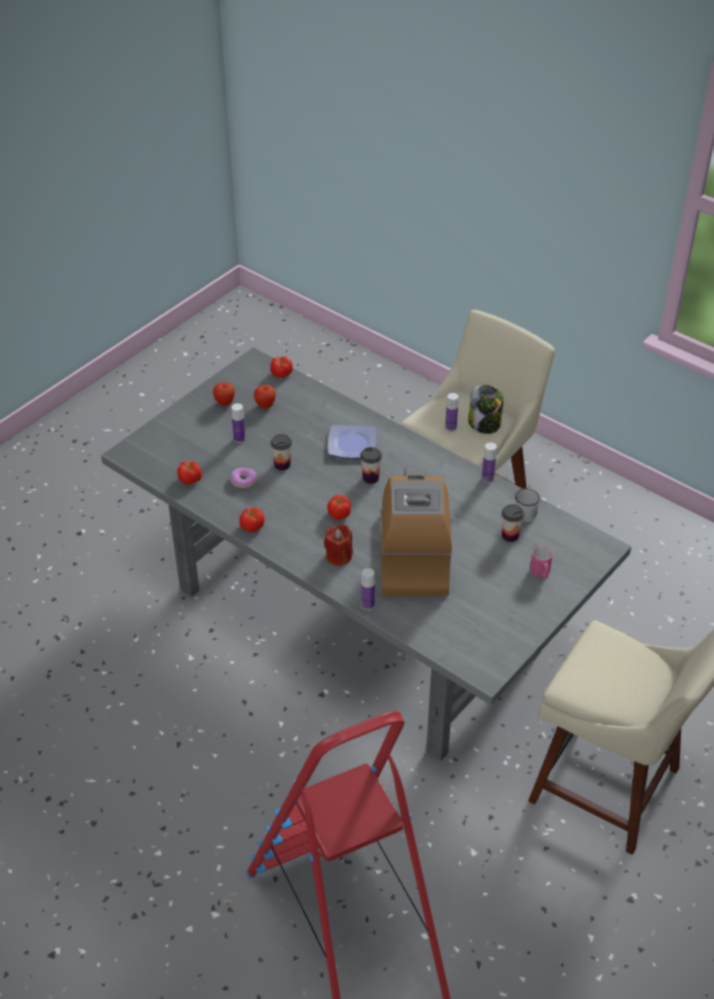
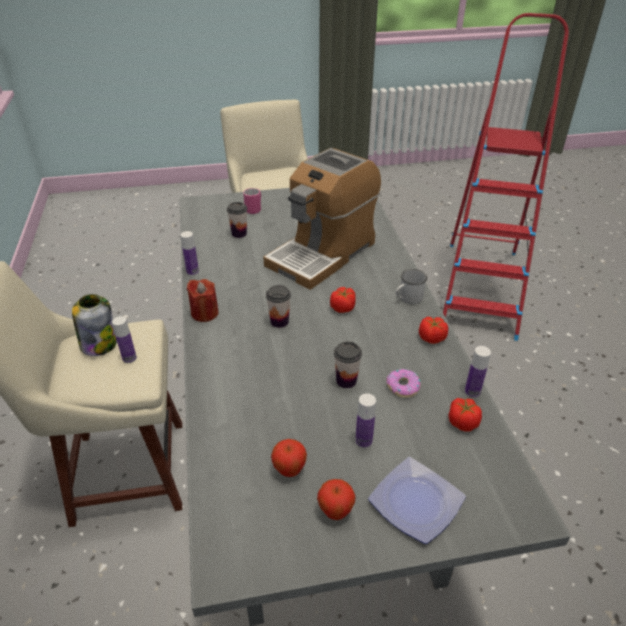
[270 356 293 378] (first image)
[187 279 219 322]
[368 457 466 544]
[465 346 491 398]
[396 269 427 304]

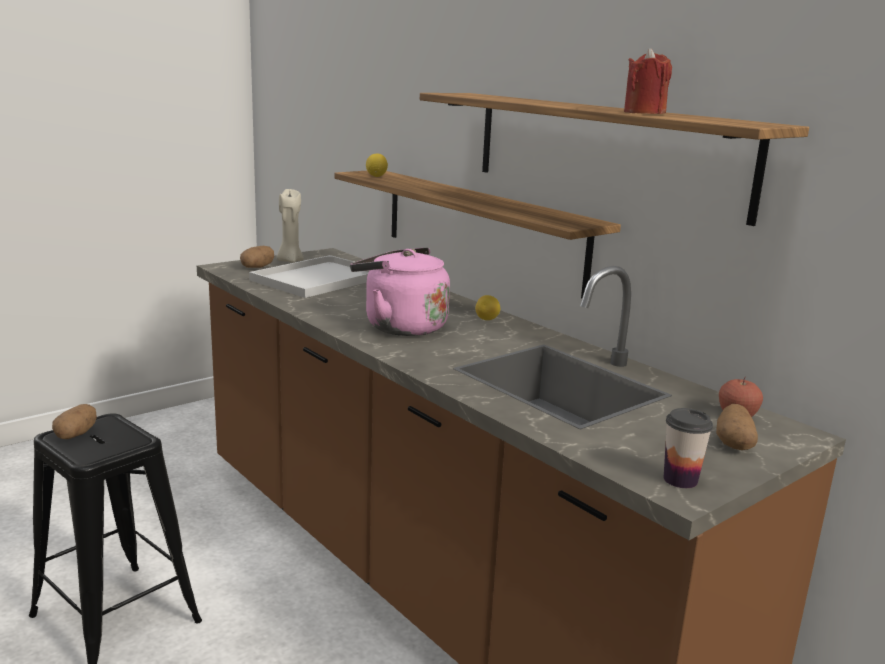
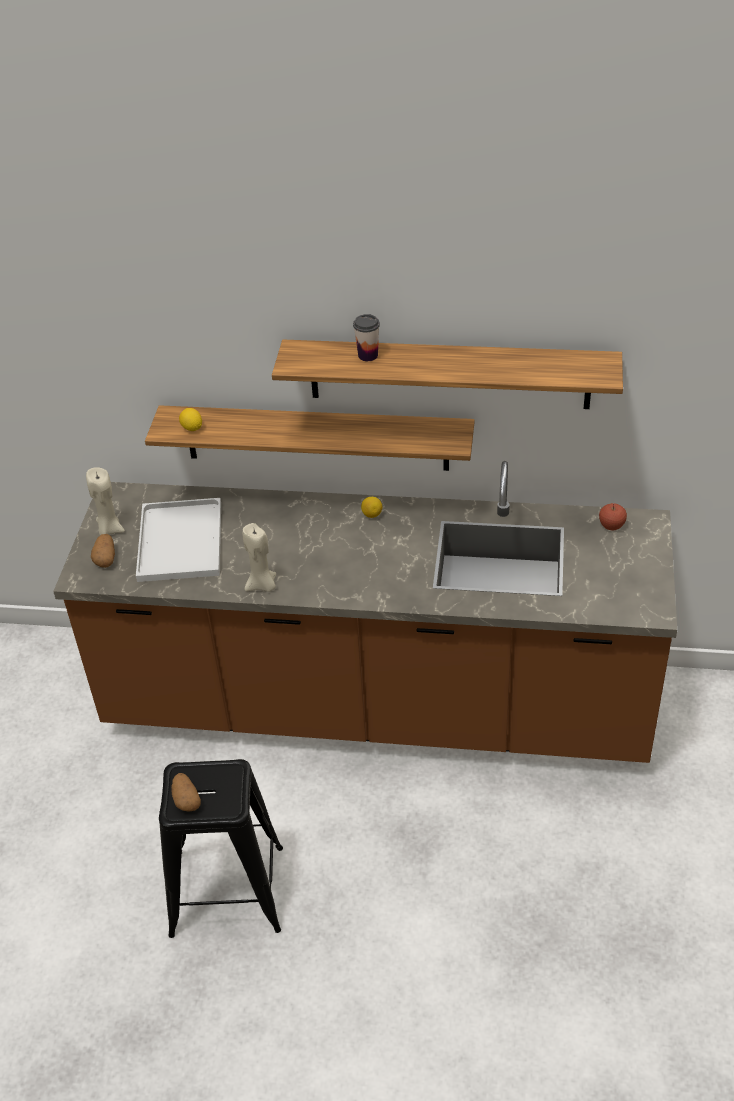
[350 248 450 336] (first image)
[624 48 672 114] (first image)
[716 404 758 450] (first image)
[242 523 276 592]
[353 314 380 361]

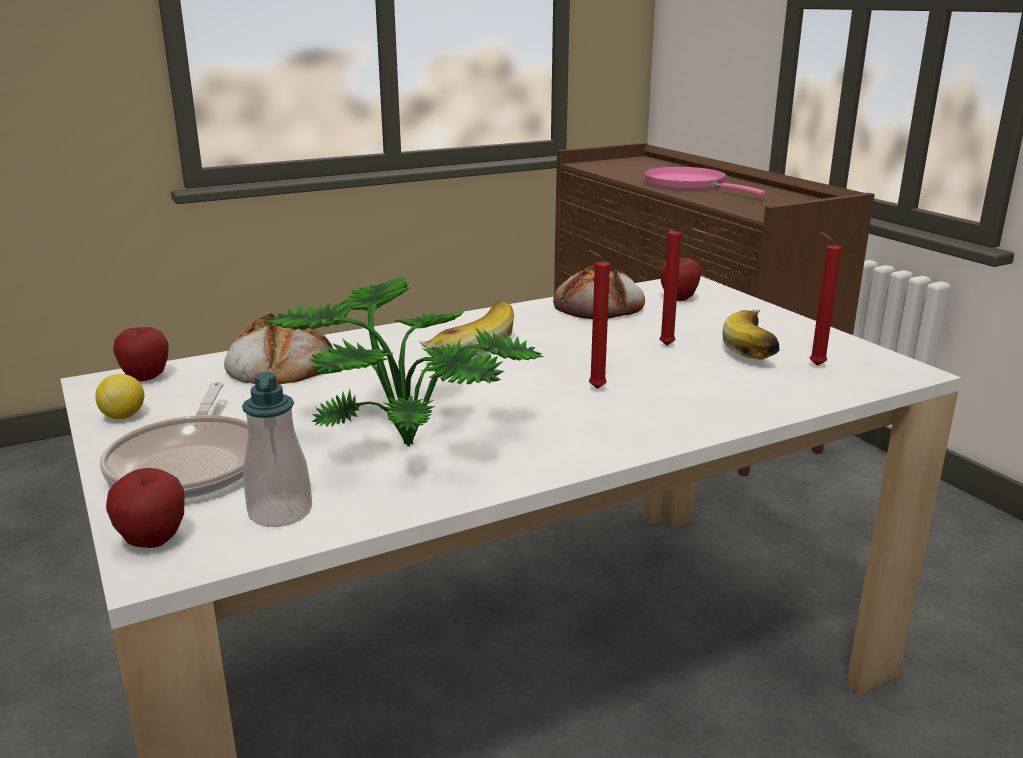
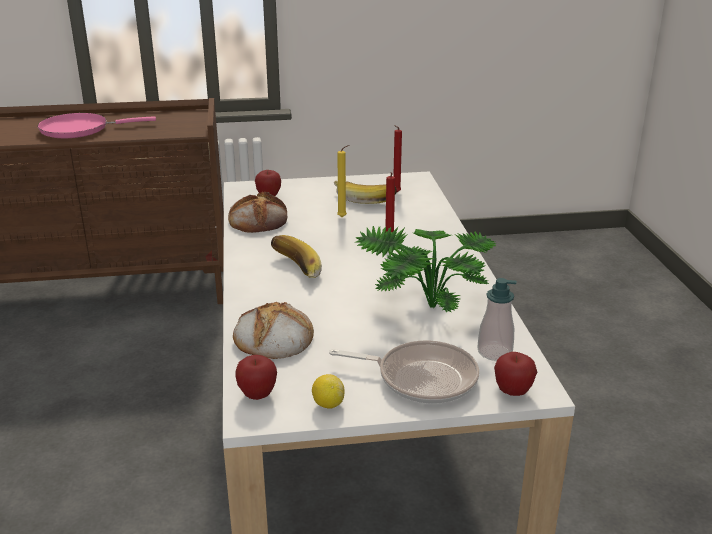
[337 145 349 217]

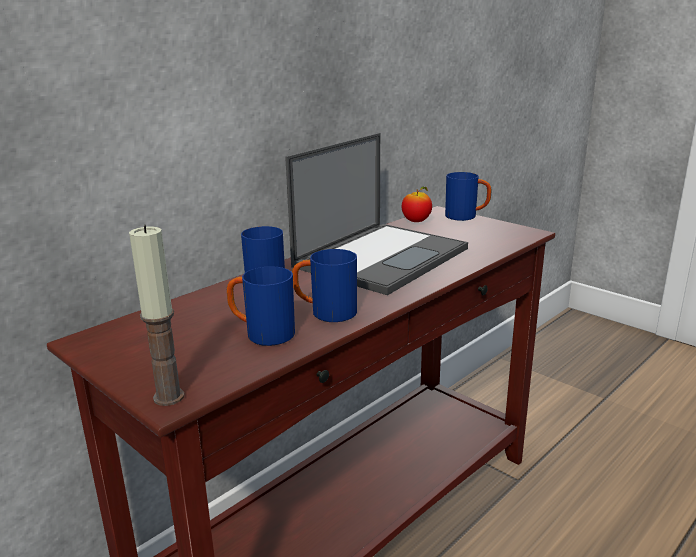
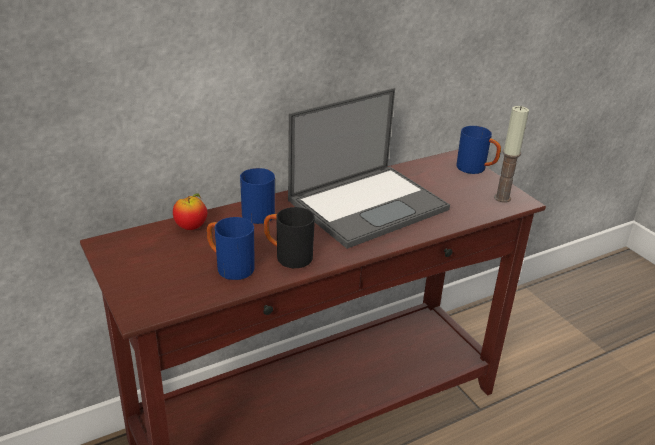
[494 106 529 203]
[173 193 207 230]
[264 207 315 268]

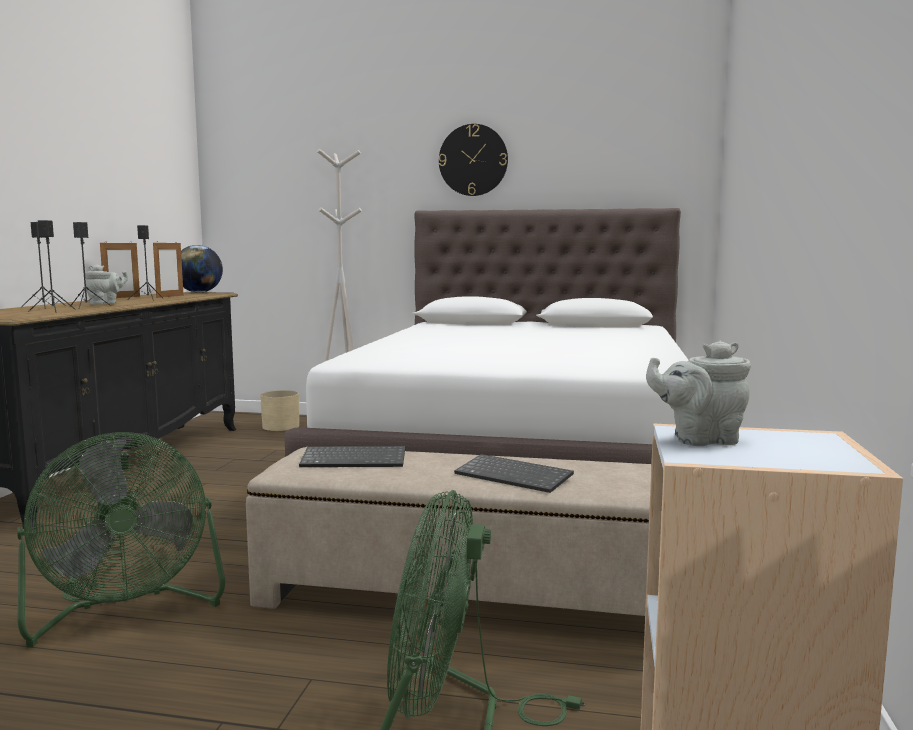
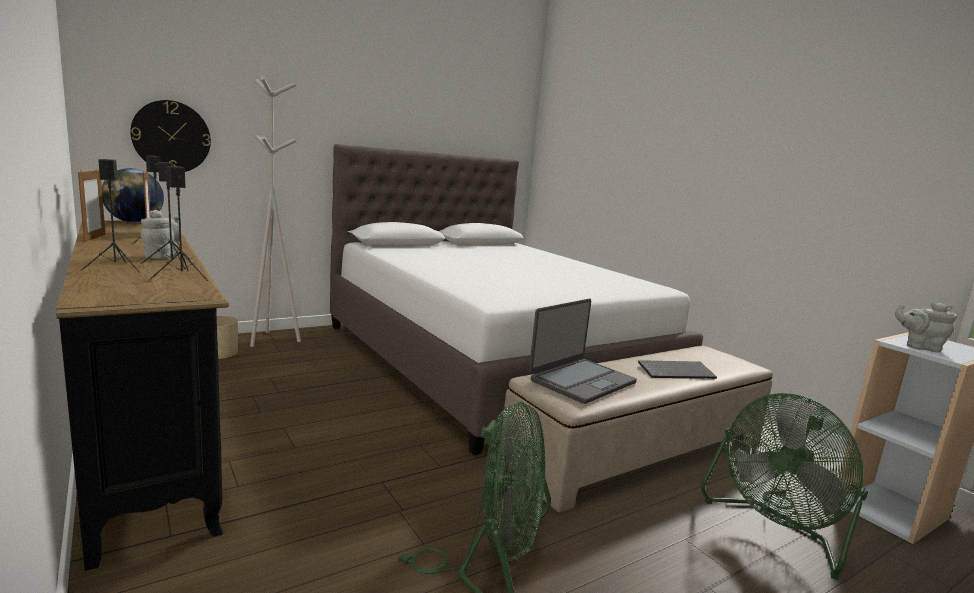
[130 100 211 172]
[529 299 637 404]
[895 303 957 353]

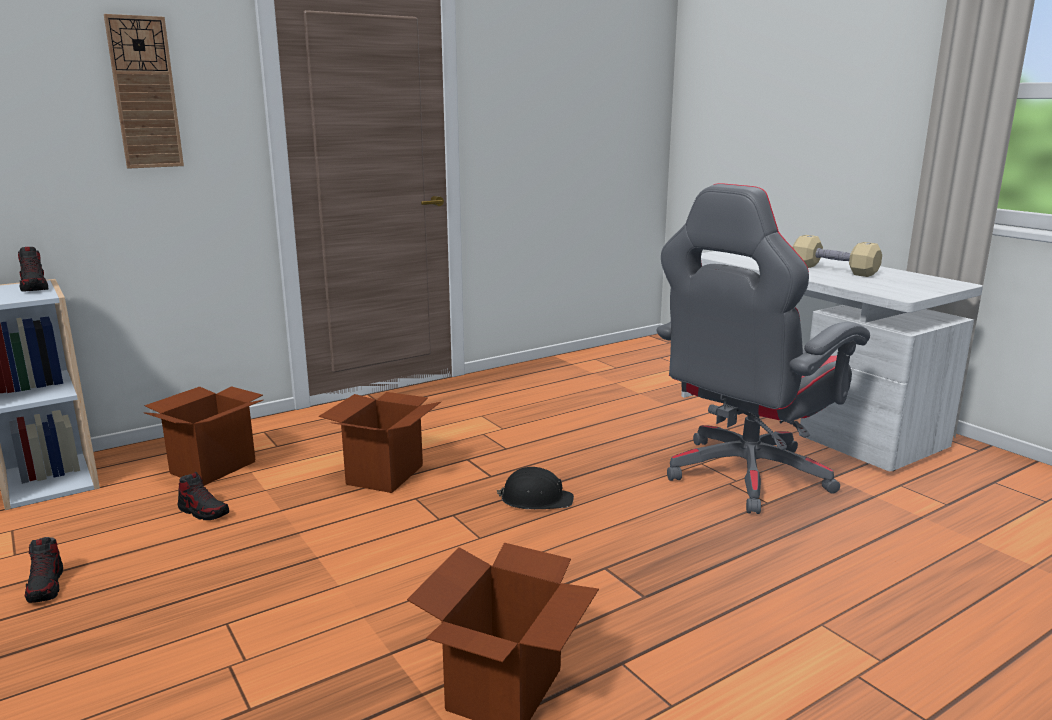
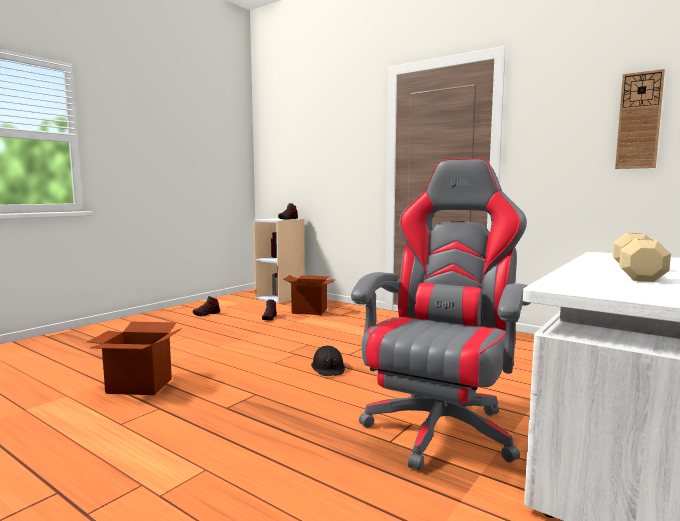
[319 392 441 493] (first image)
[615 69 665 169]
[351 158 531 471]

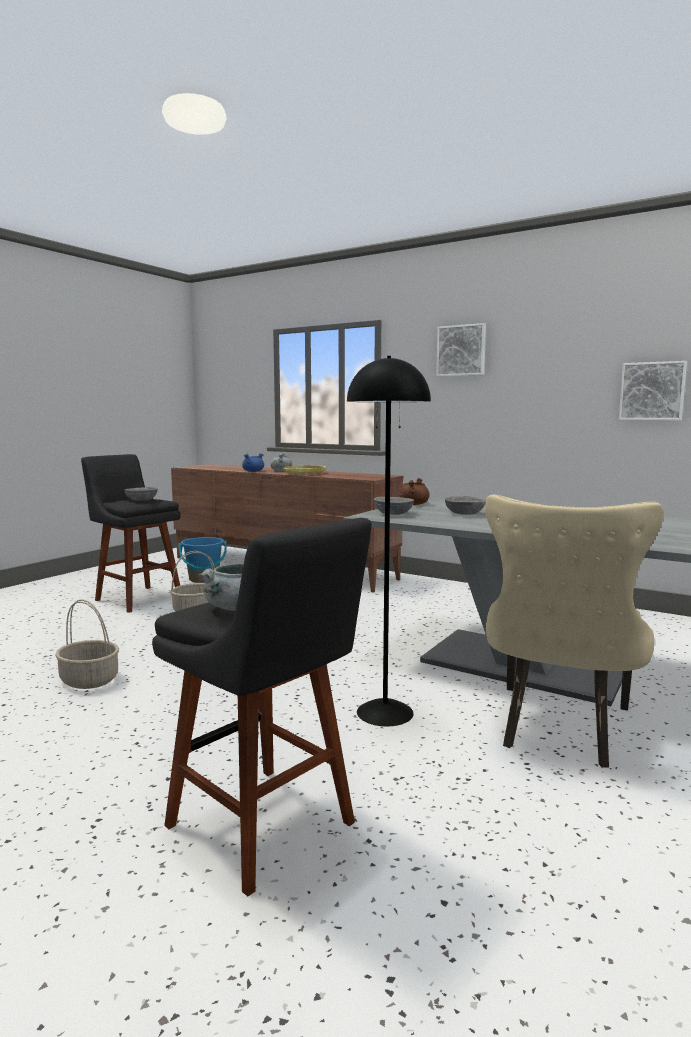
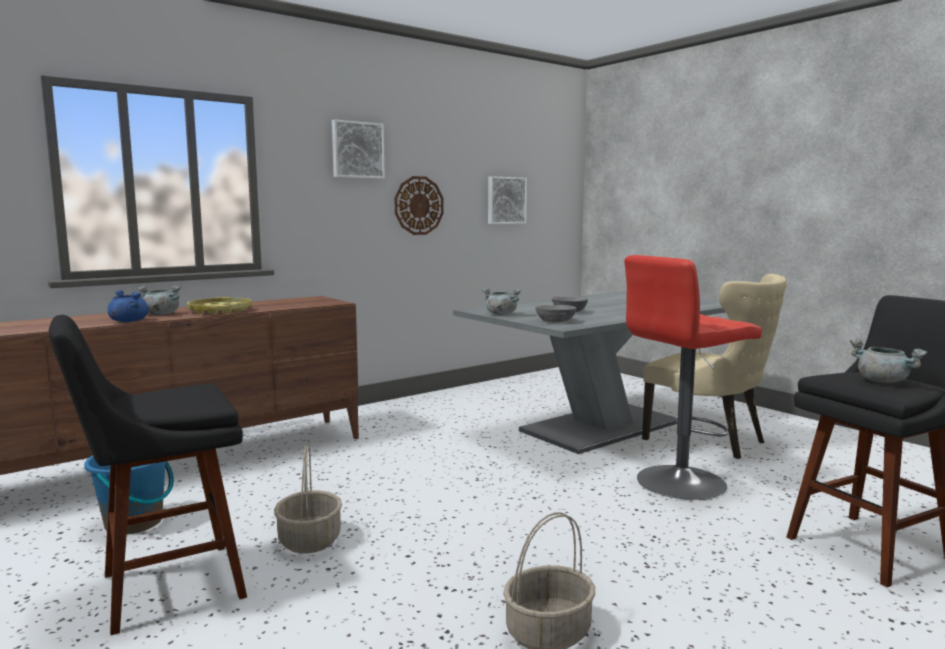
[124 487 158 501] (first image)
[395 176 444 235]
[624 255 762 500]
[482 288 521 315]

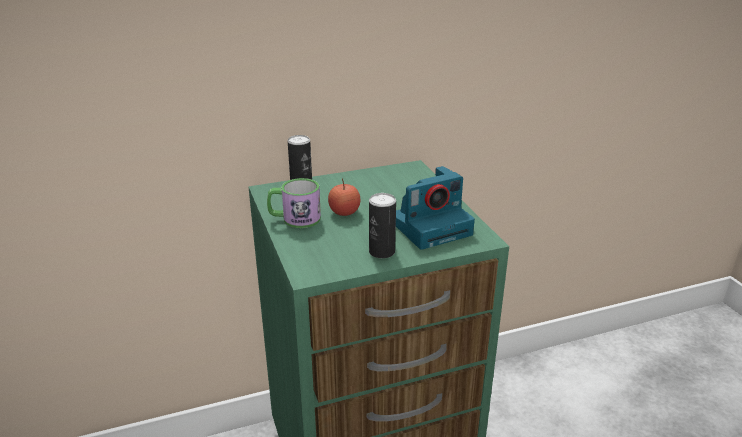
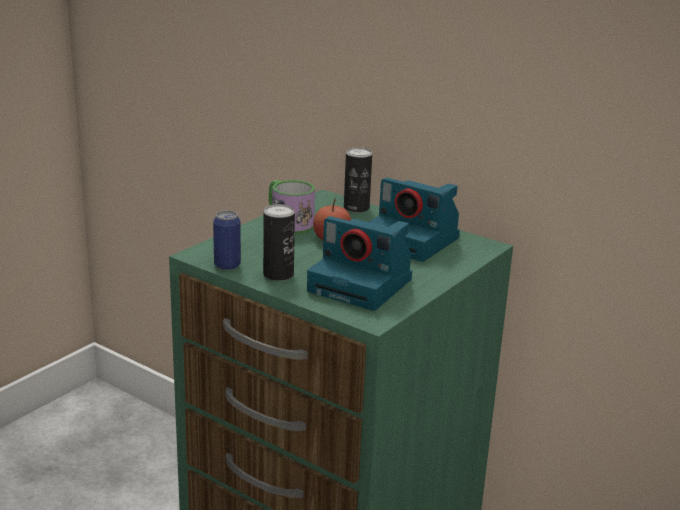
[213 210 241 270]
[369 177 460 262]

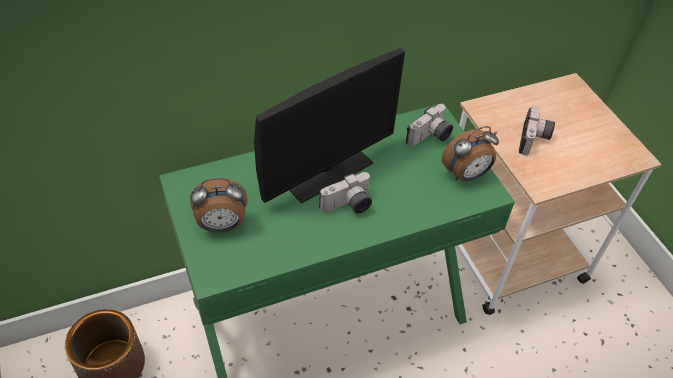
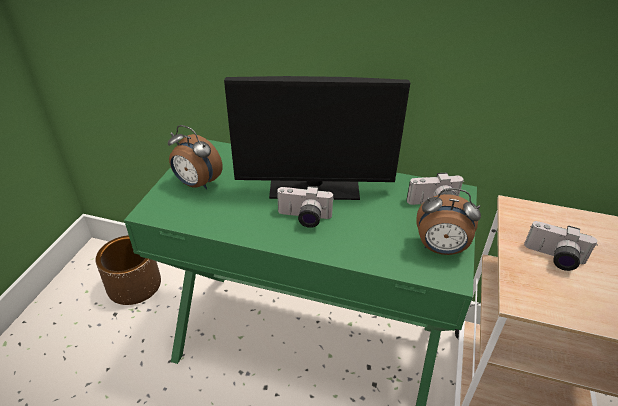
[524 221 598 271]

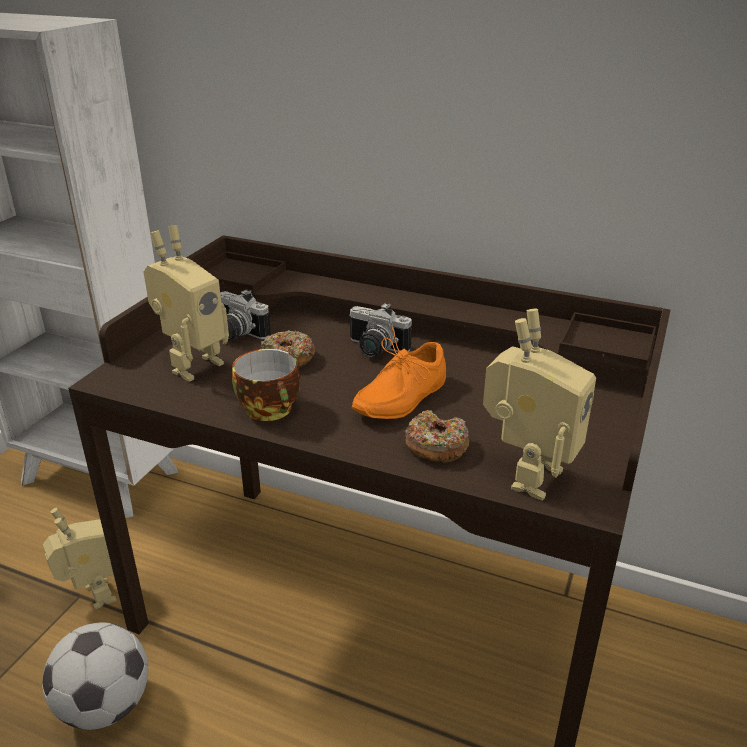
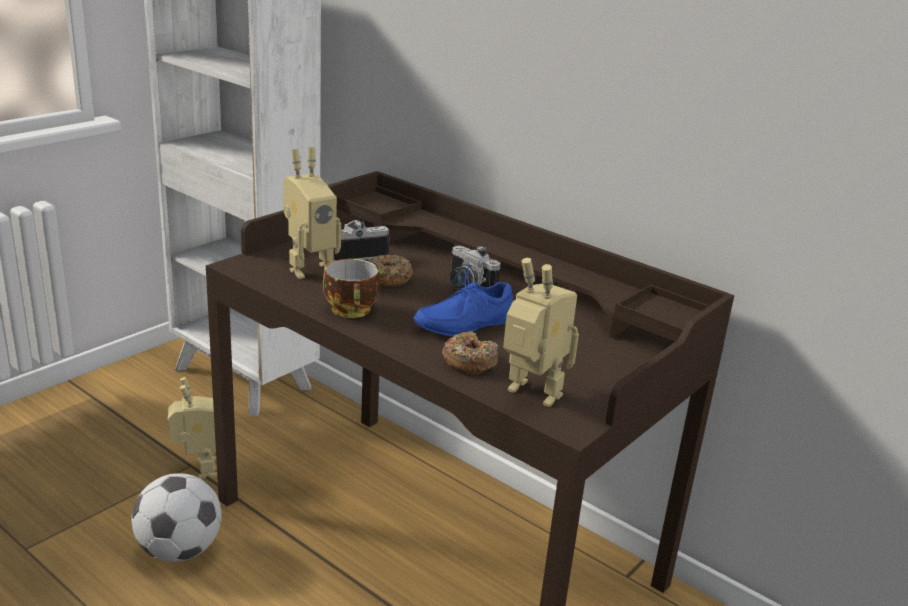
[413 262 513 337]
[334 220 389 261]
[503 258 579 407]

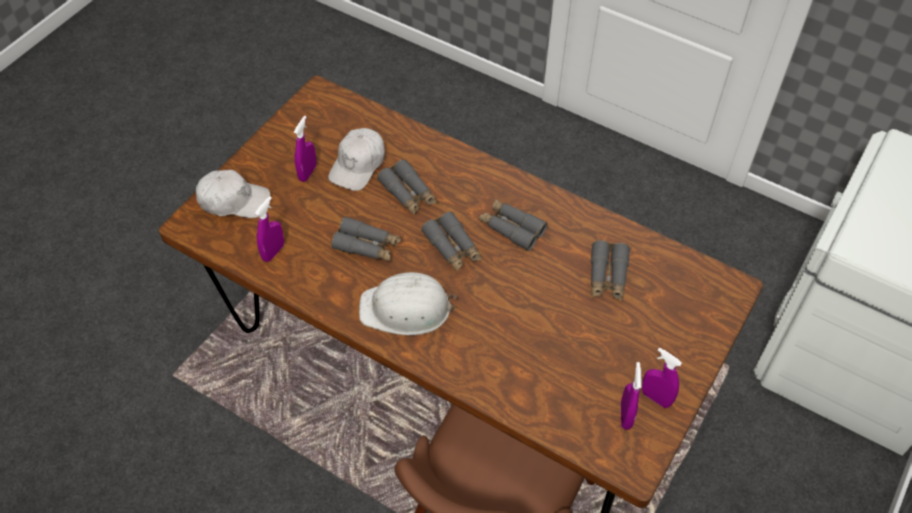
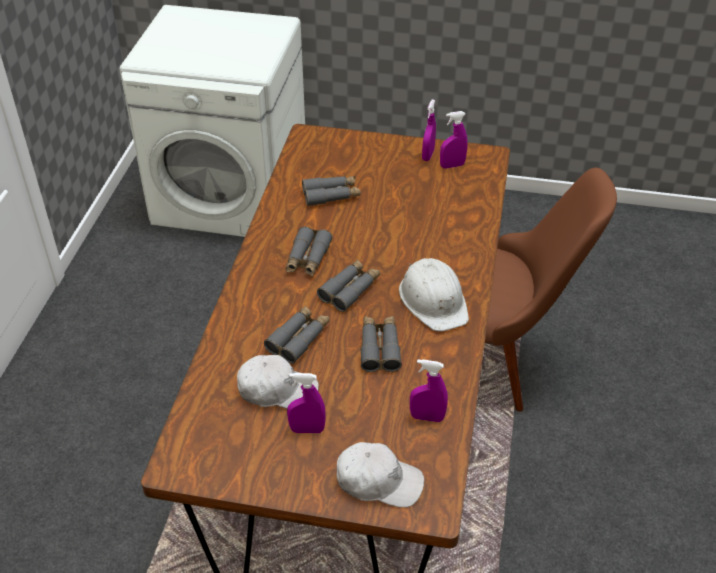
[337 442 424 508]

